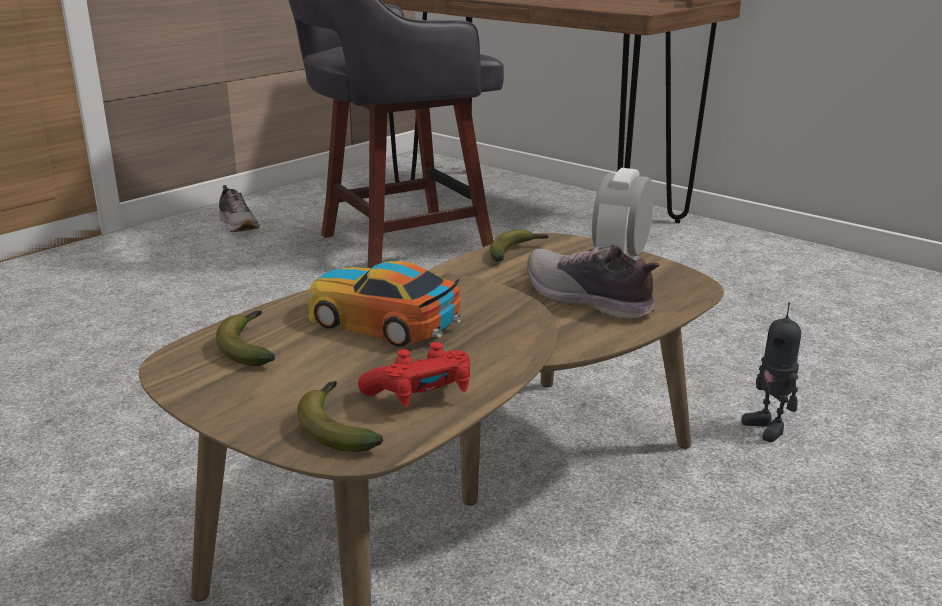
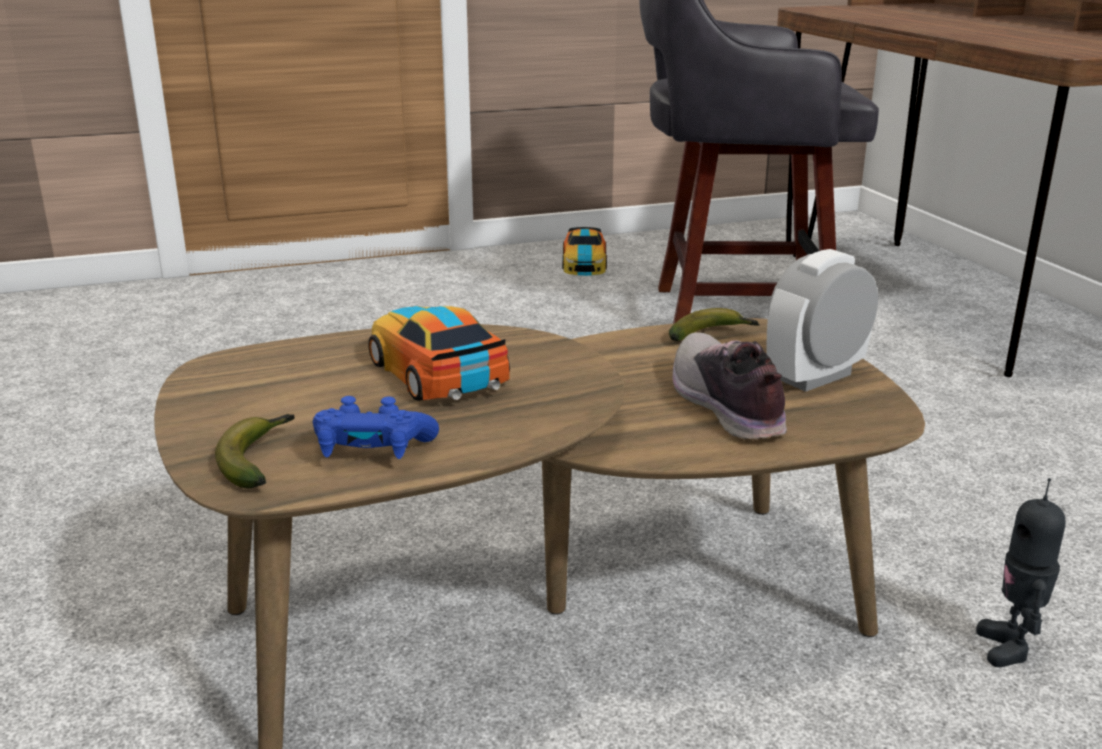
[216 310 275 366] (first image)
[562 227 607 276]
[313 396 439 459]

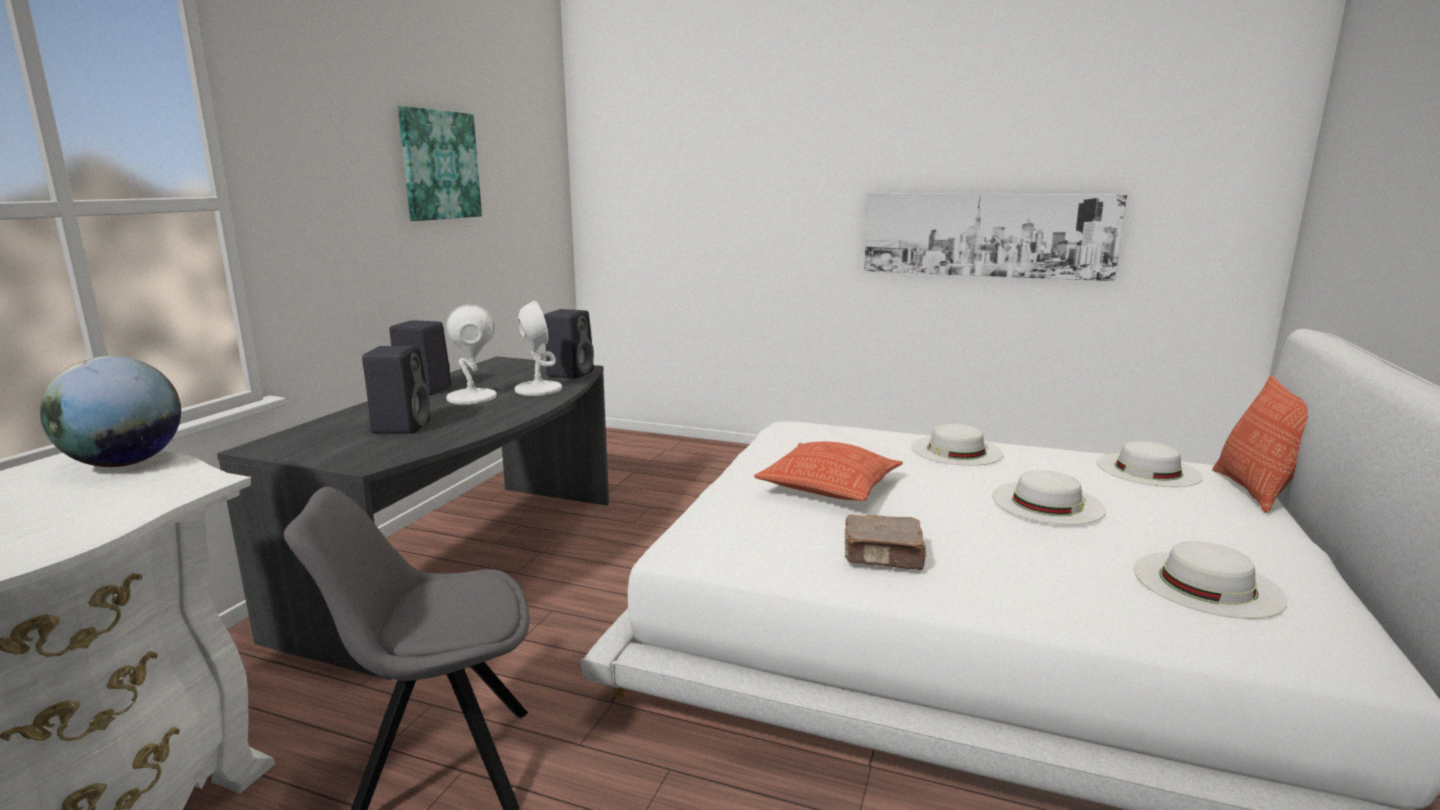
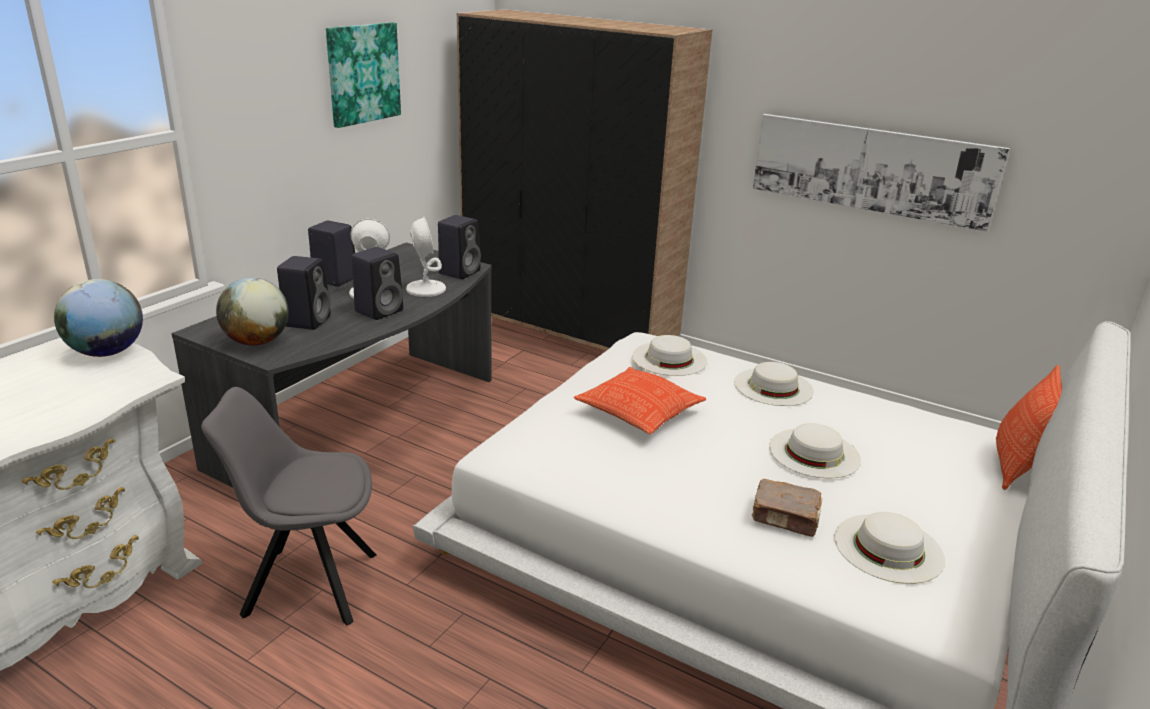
[216 278 289 346]
[352 247 403 320]
[457 9 712 351]
[752 479 822 537]
[632 335 707 376]

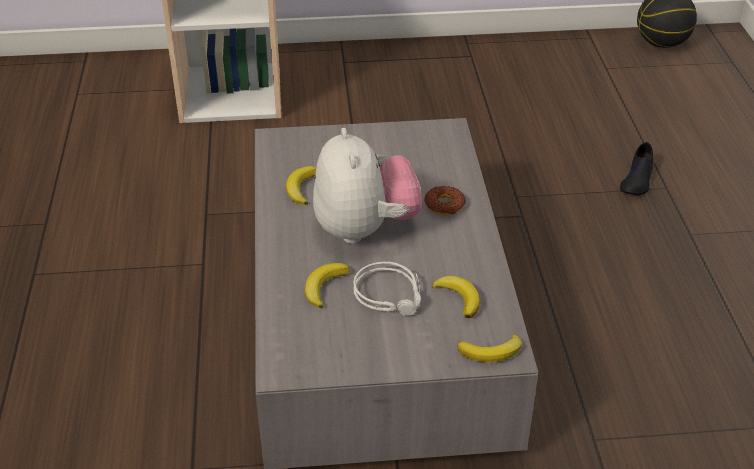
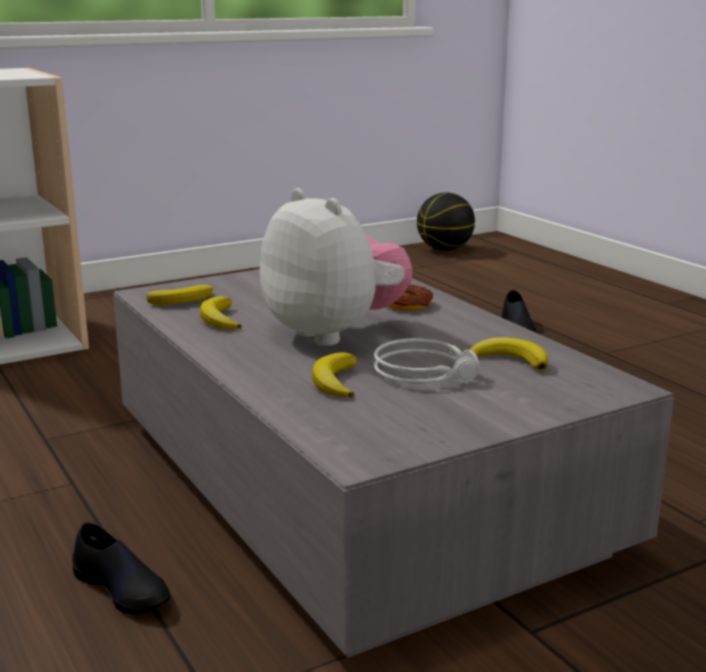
[72 522 171 614]
[146 285 213 305]

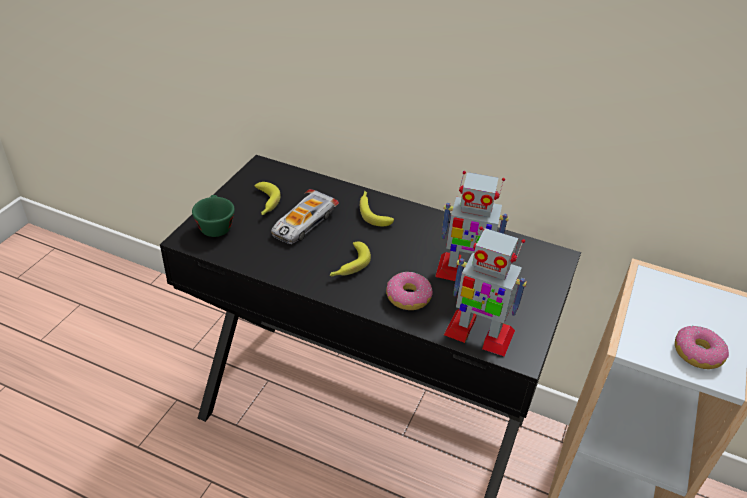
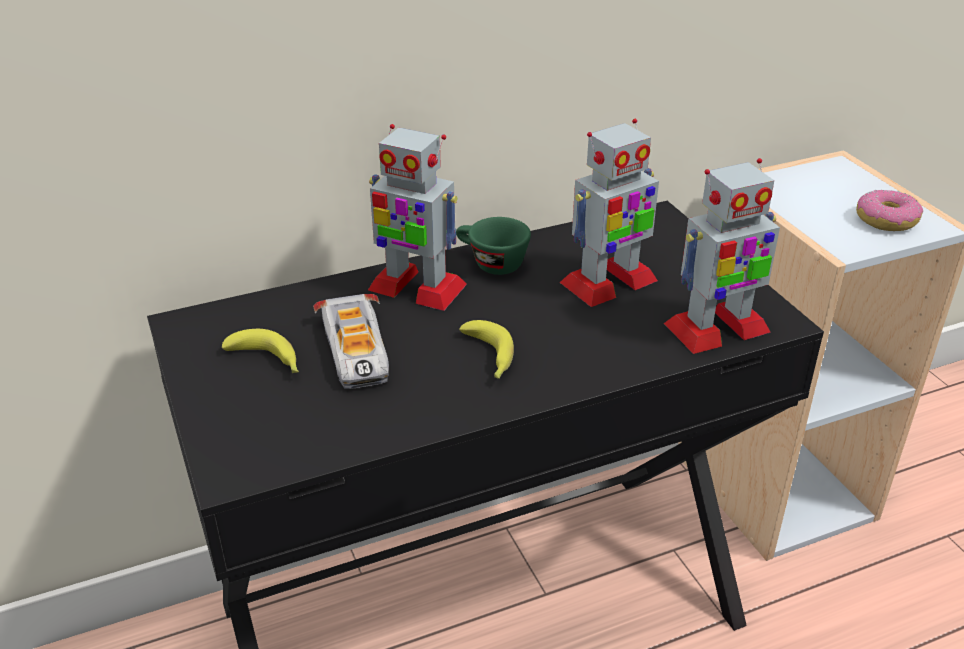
[386 272 433 310] (first image)
[456 217 531 275]
[368 124 467 311]

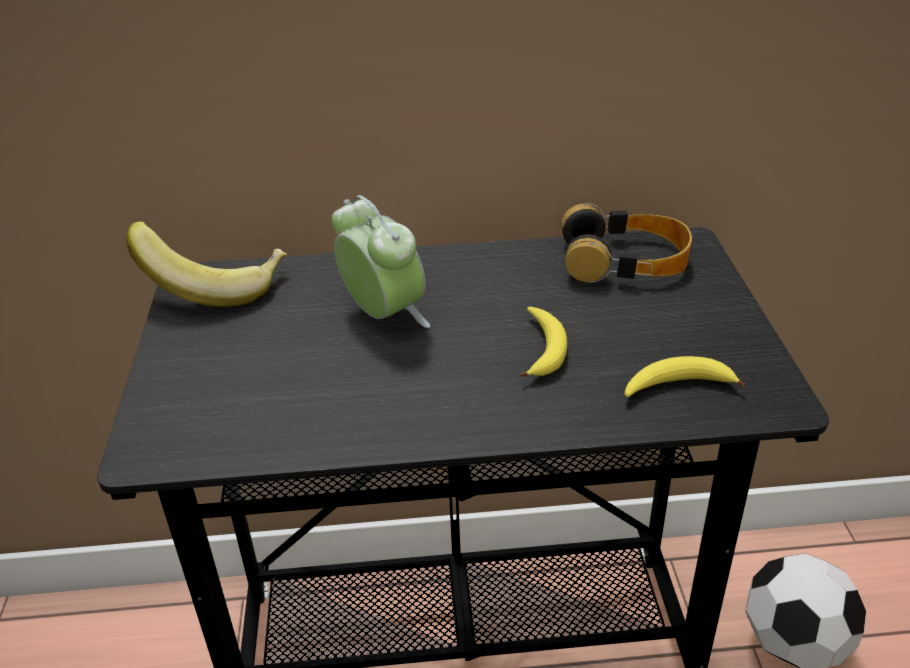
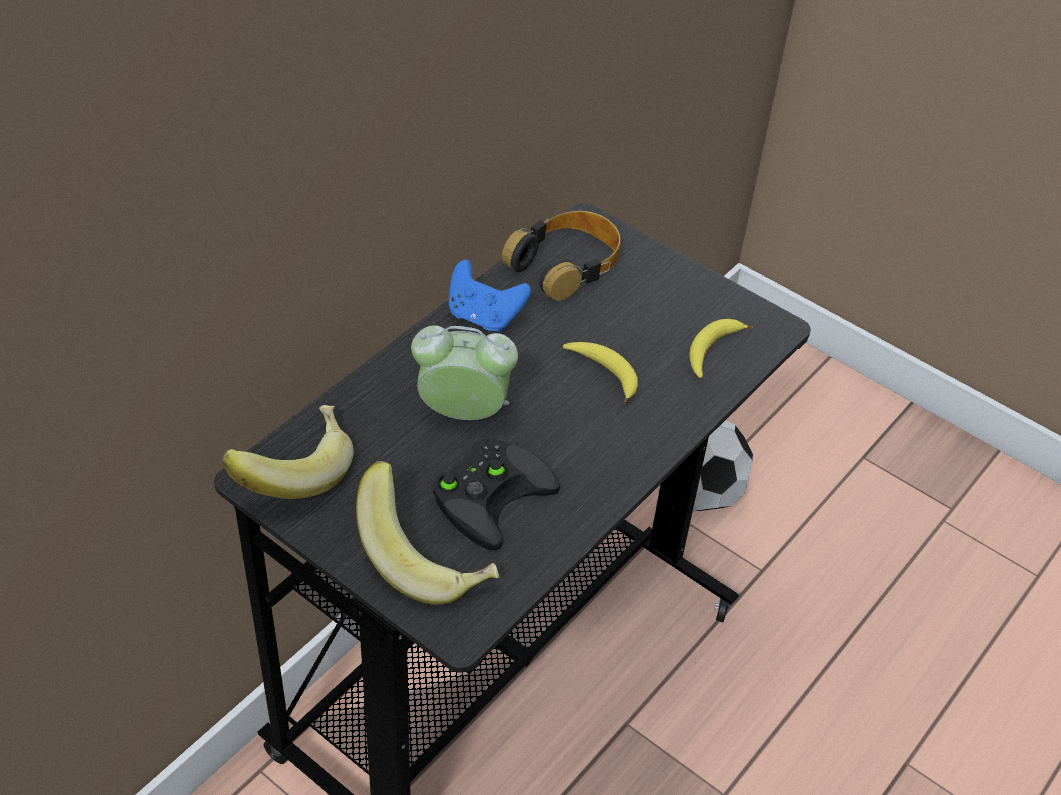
[356 461 500 605]
[432 438 560 550]
[449 260 531 332]

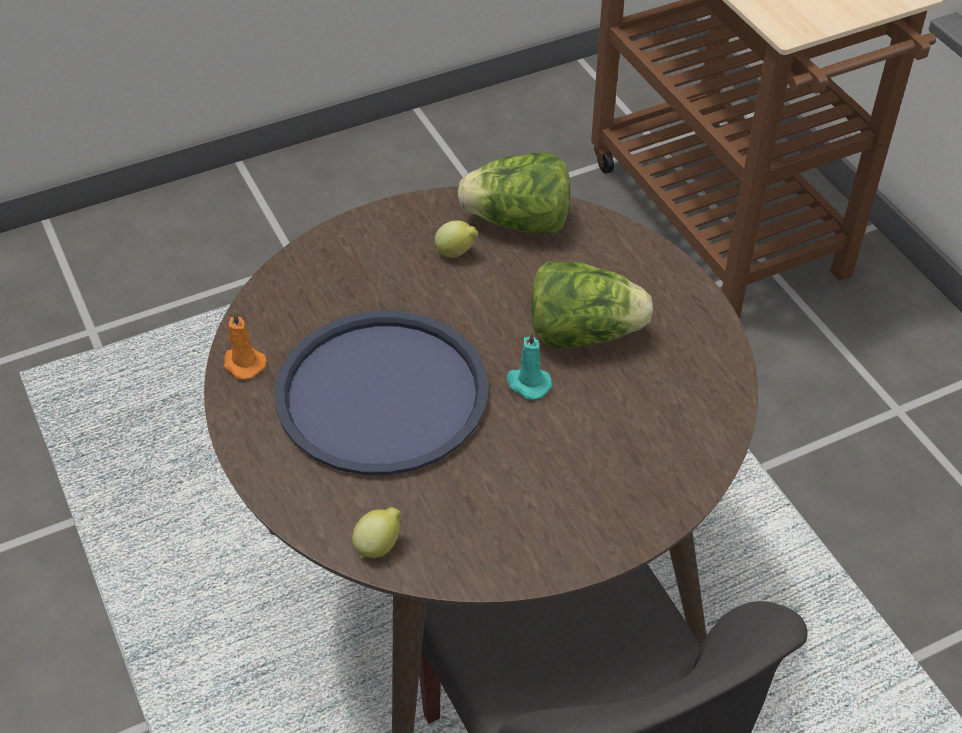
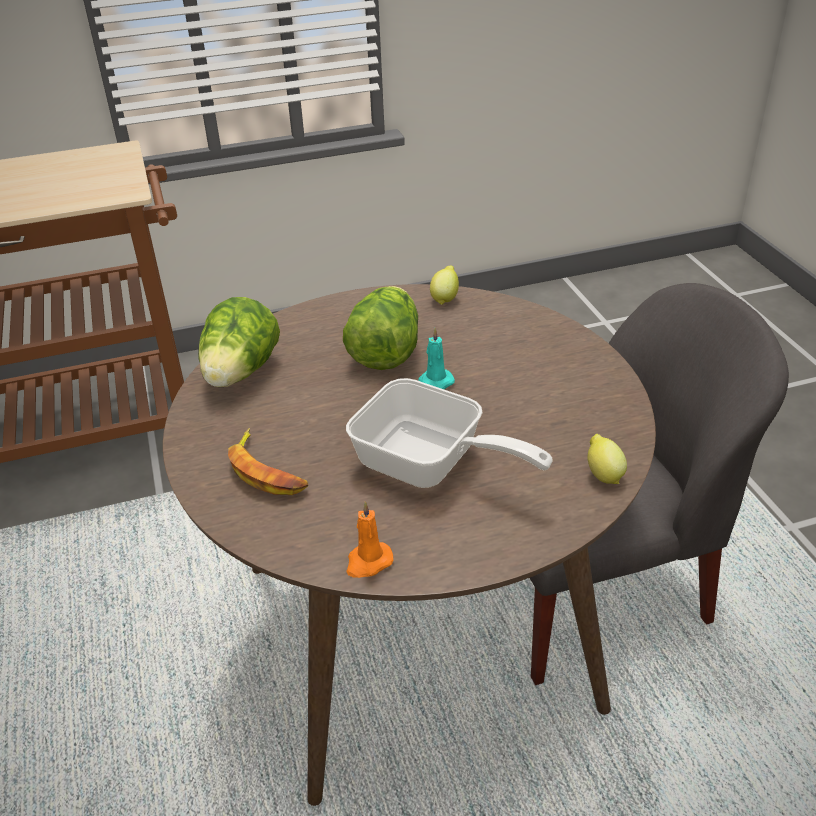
[228 428 308 495]
[430 265 459 305]
[346 378 553 488]

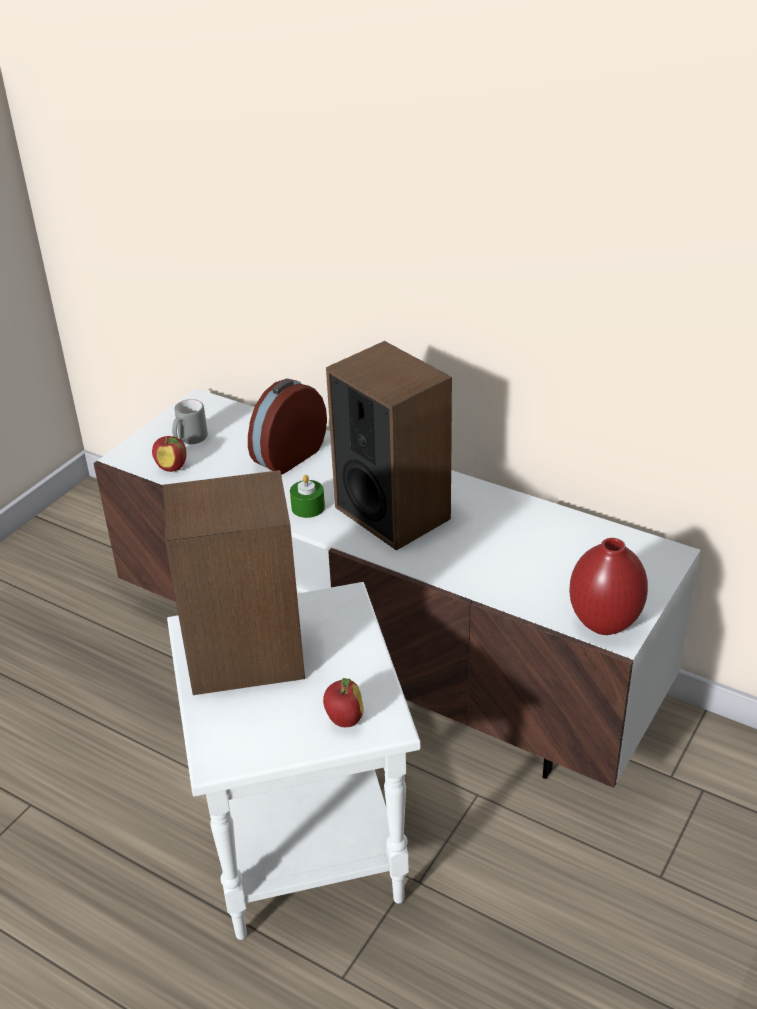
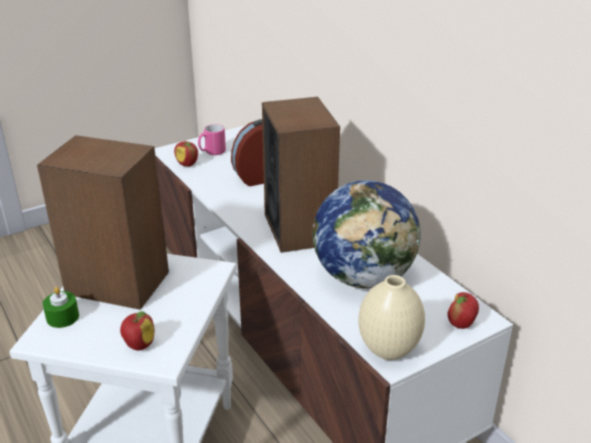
[313 180 421 289]
[448 292 479 329]
[43 287 79 328]
[198 124 226 155]
[358 275 425 360]

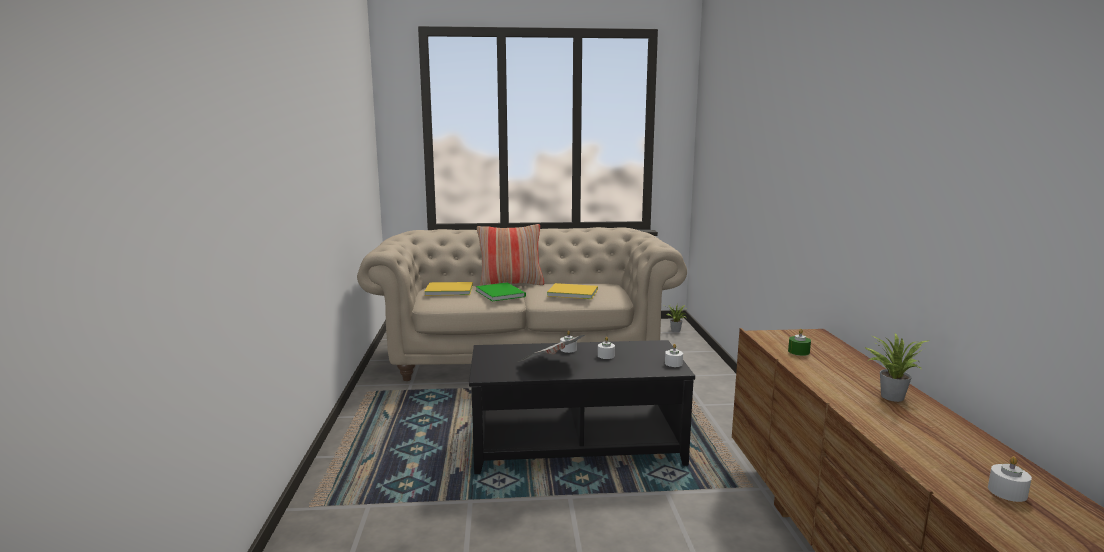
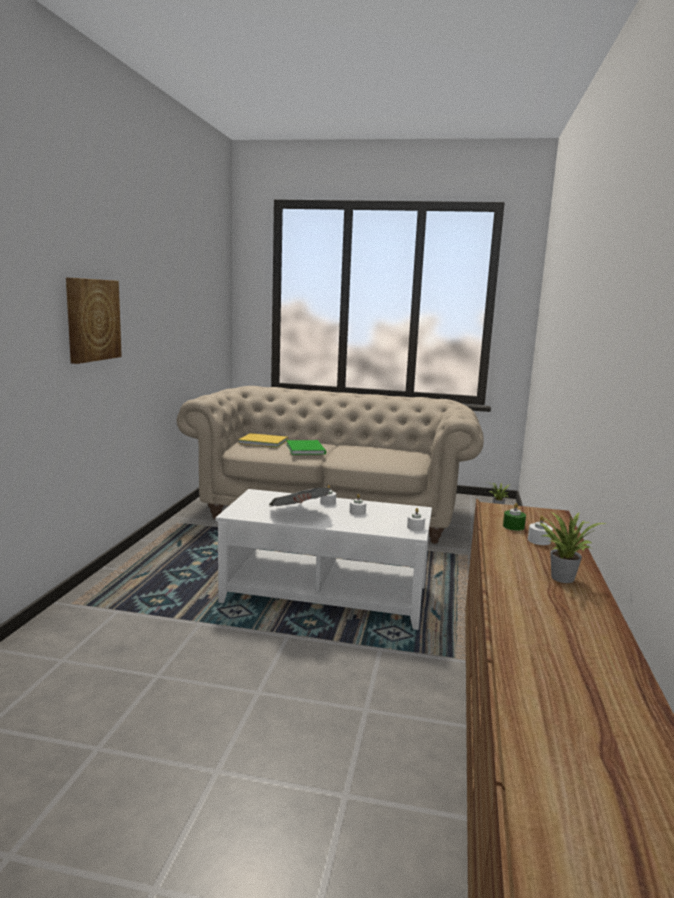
[477 224 544 286] (first image)
[547 283 598 299] (first image)
[66 278 122 364]
[528 516 553 545]
[216 489 432 630]

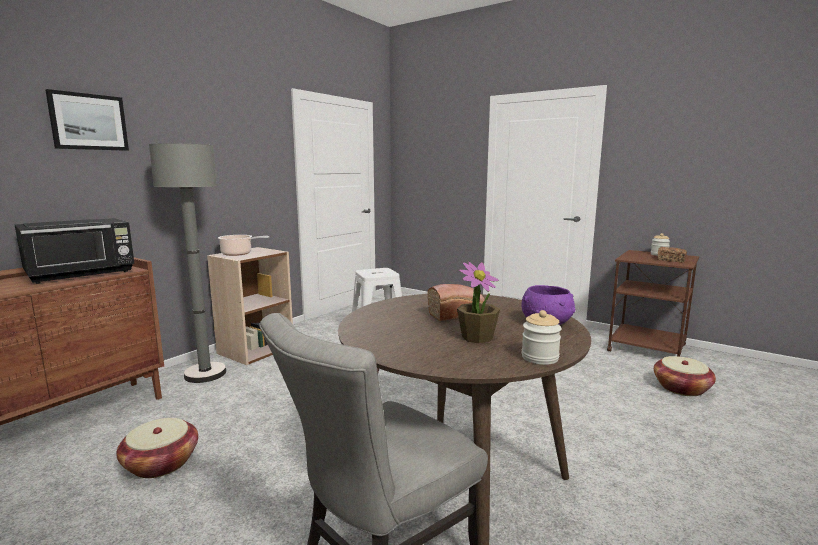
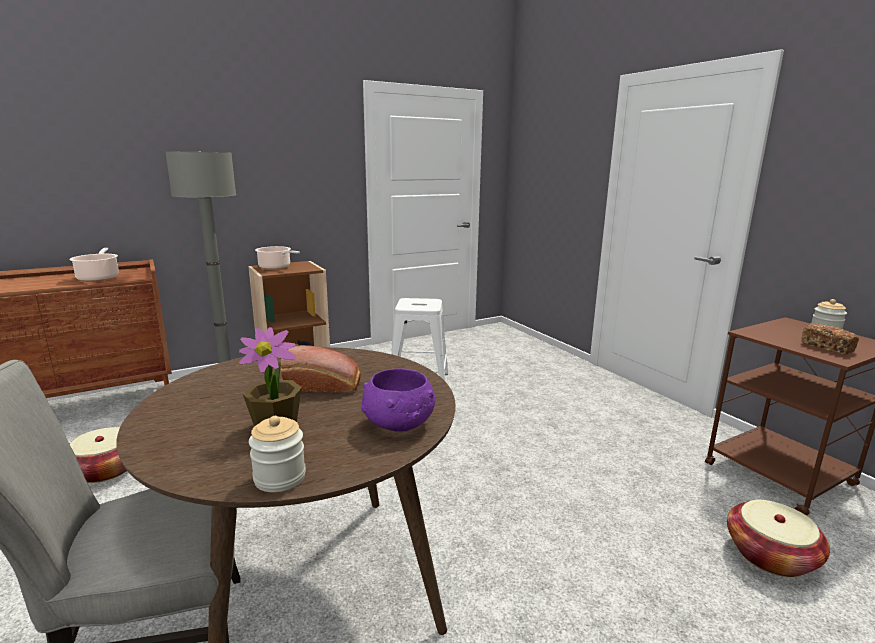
[45 89 129 151] (first image)
[69 248 119 282]

